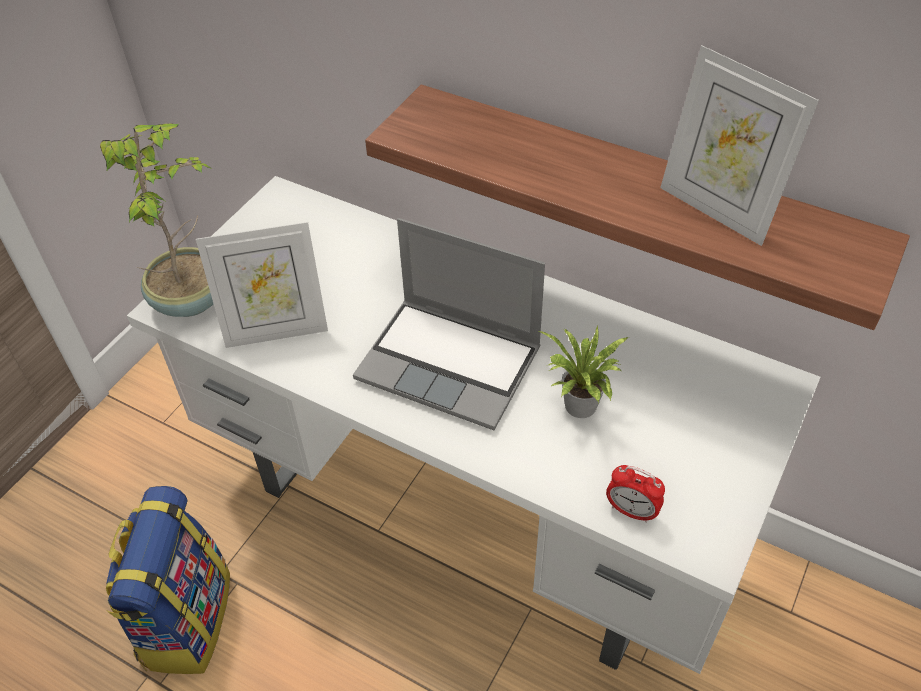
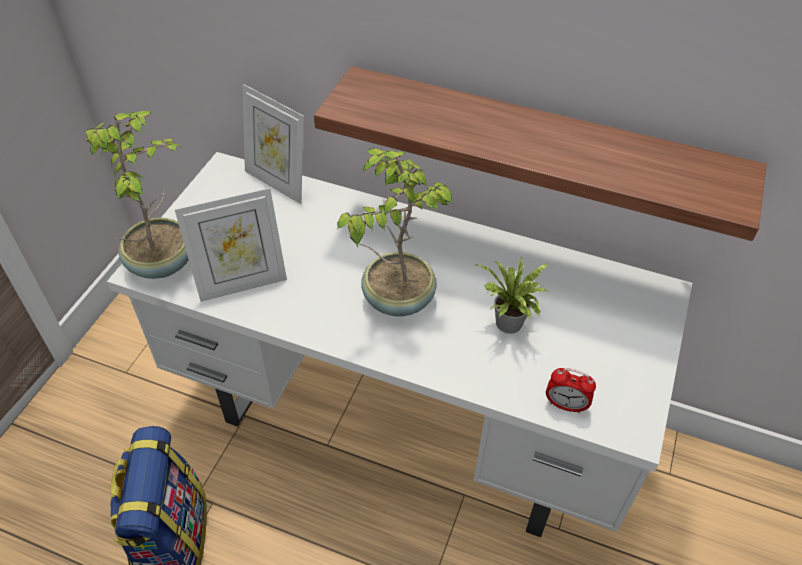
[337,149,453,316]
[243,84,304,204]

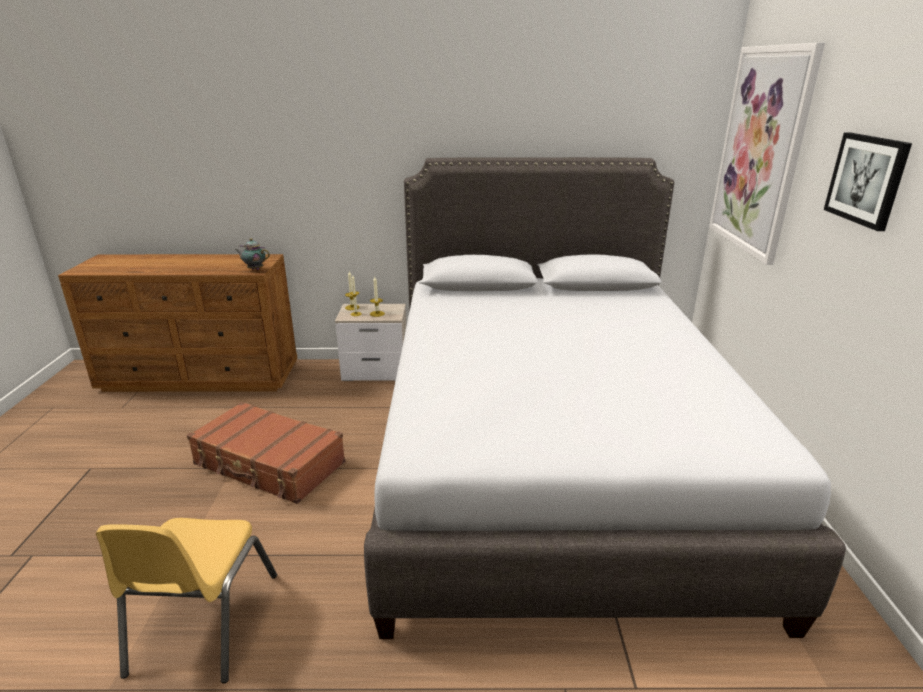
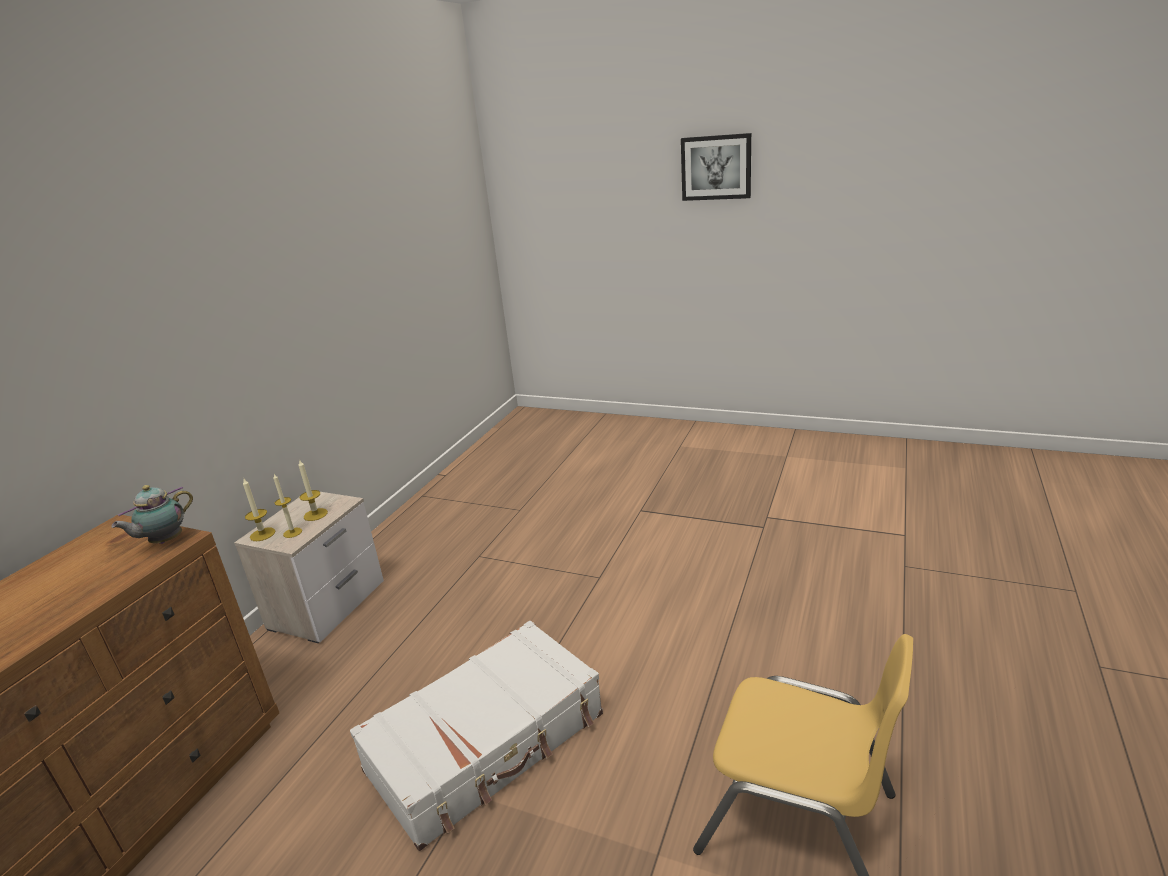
[350,621,603,851]
[364,157,846,639] (first image)
[709,43,825,265] (first image)

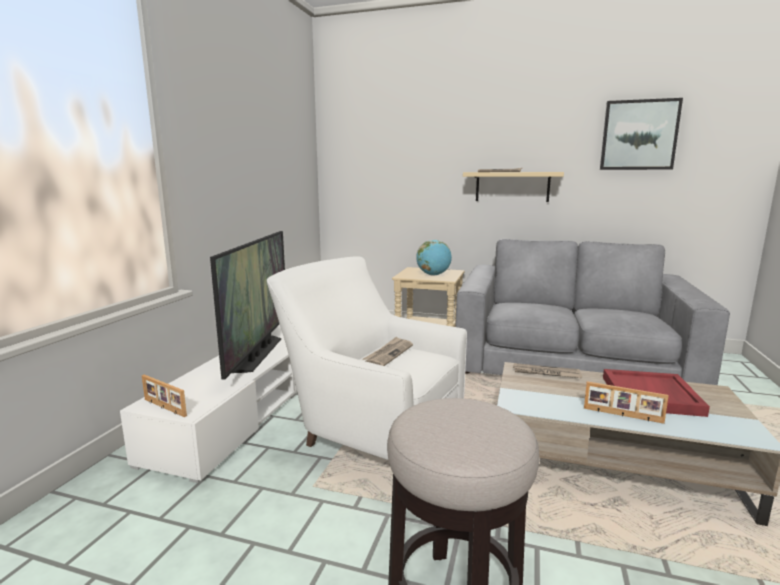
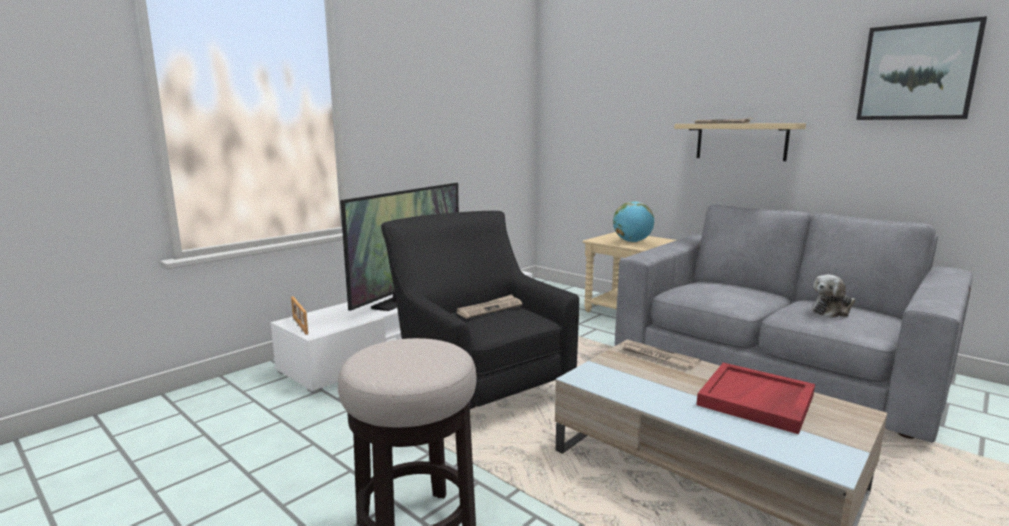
[381,211,579,409]
[584,381,669,424] (first image)
[812,274,855,318]

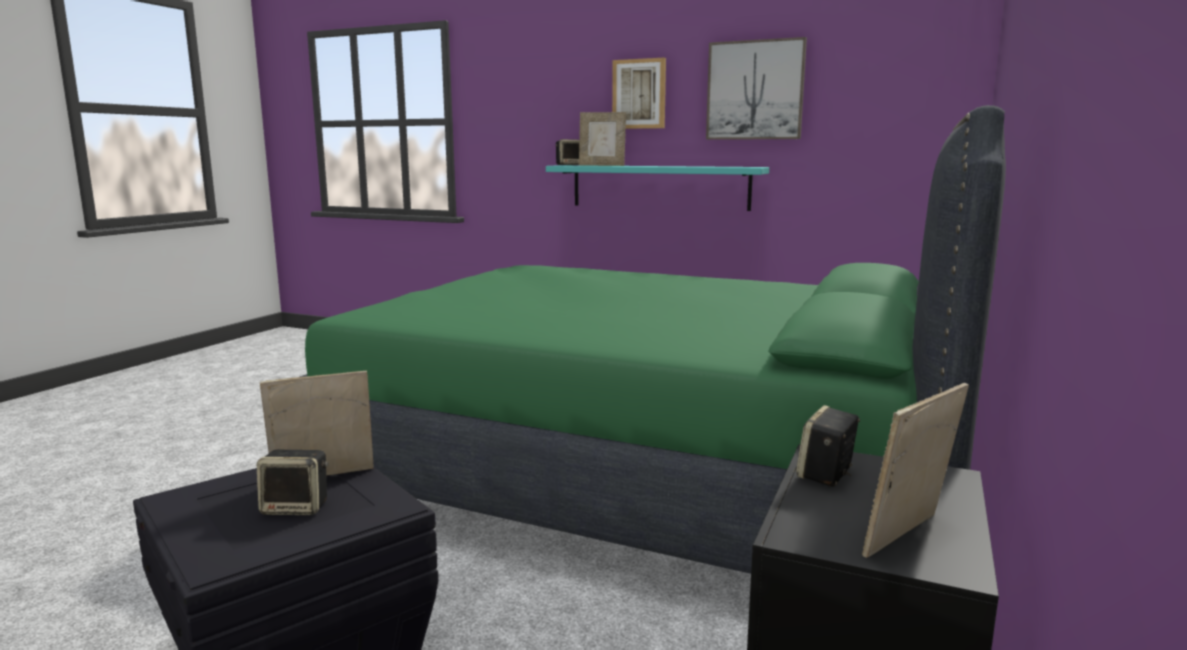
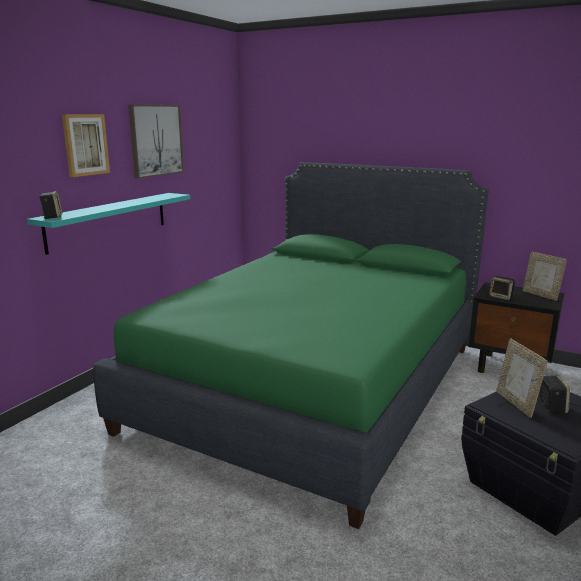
[579,112,626,166] (first image)

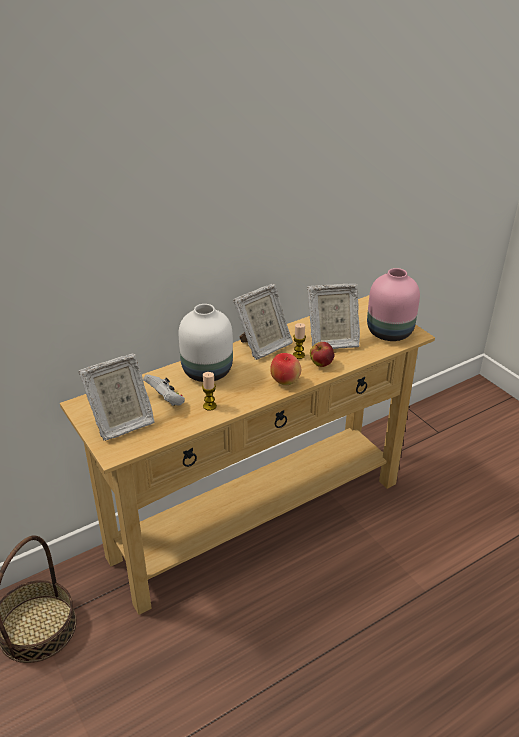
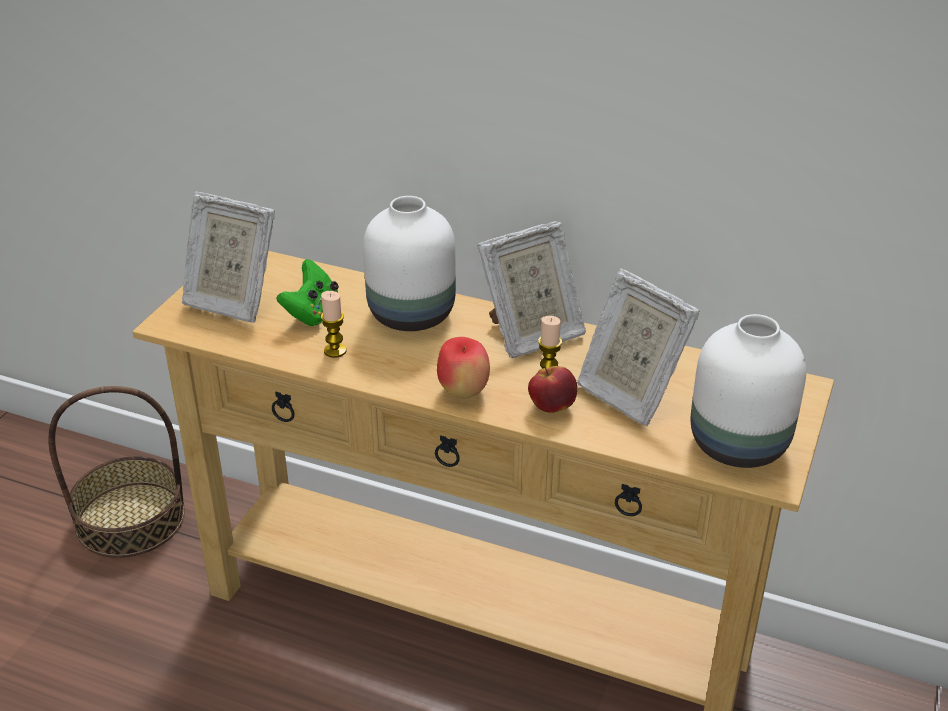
[277,259,339,326]
[477,221,586,358]
[691,314,806,468]

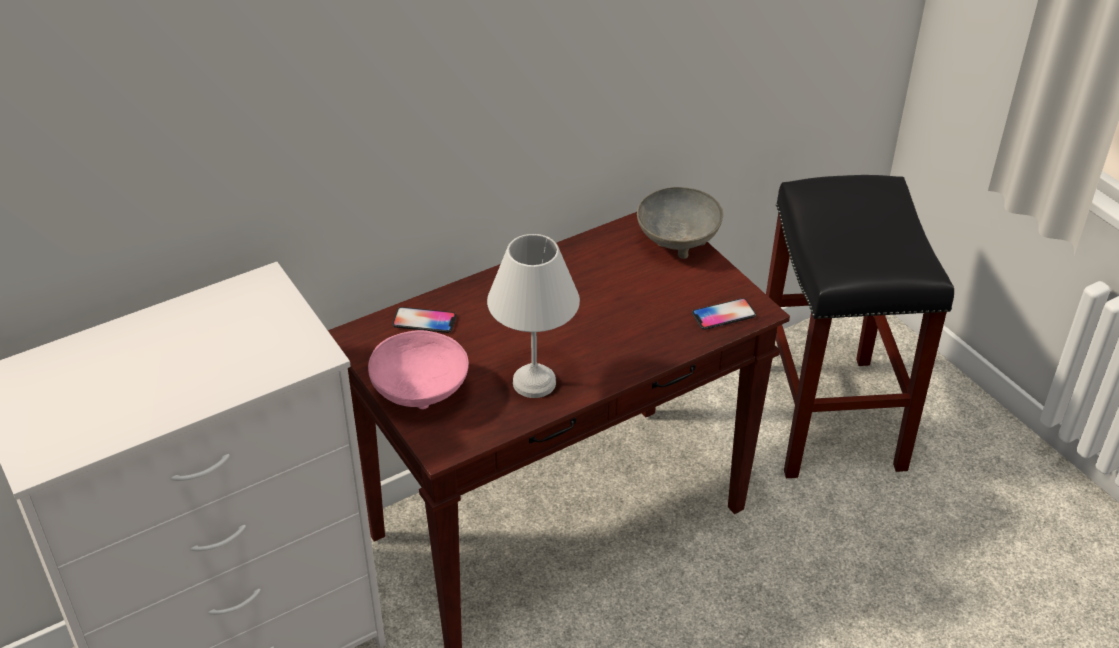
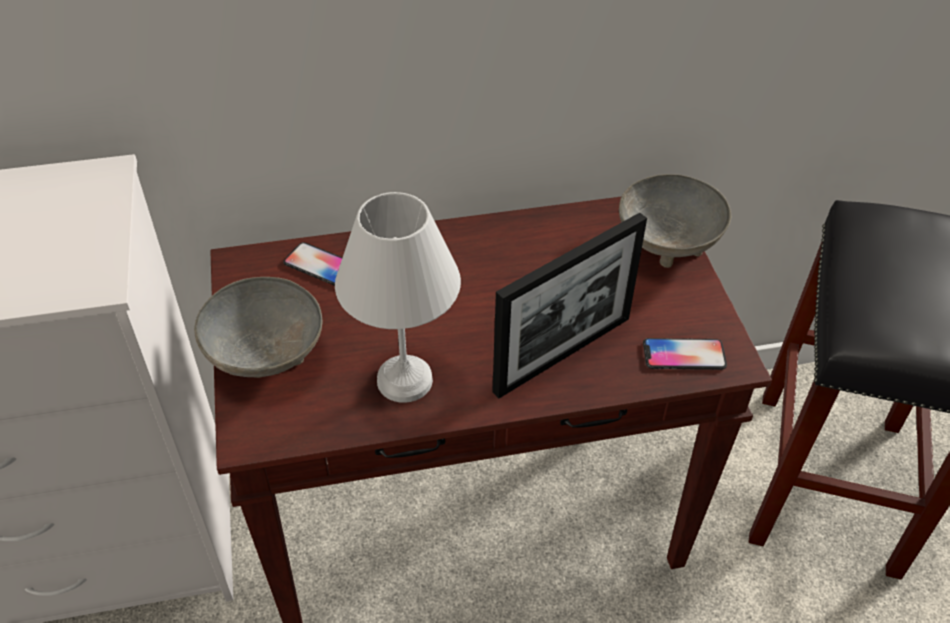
[194,277,322,378]
[492,213,647,398]

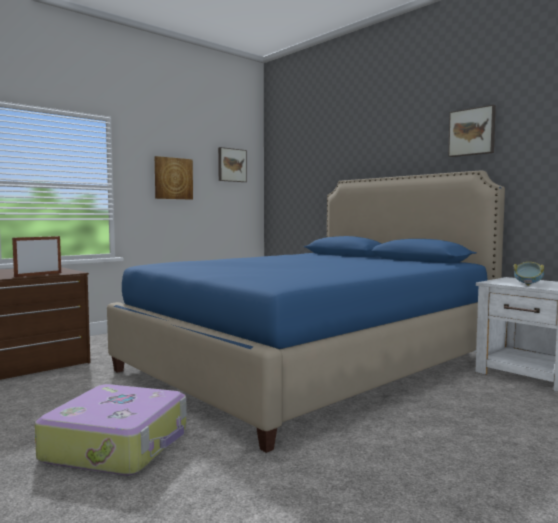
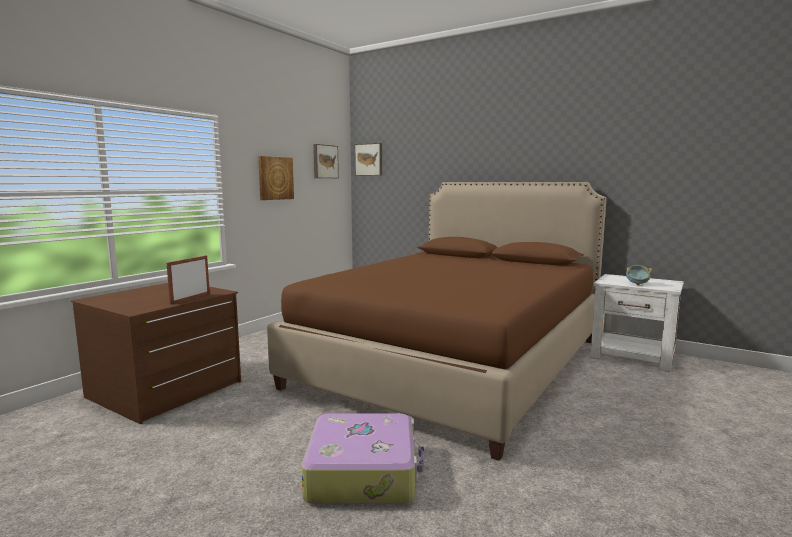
[267,182,606,461]
[355,143,382,176]

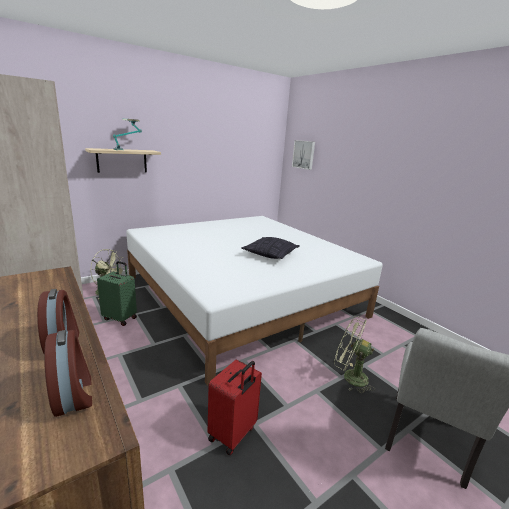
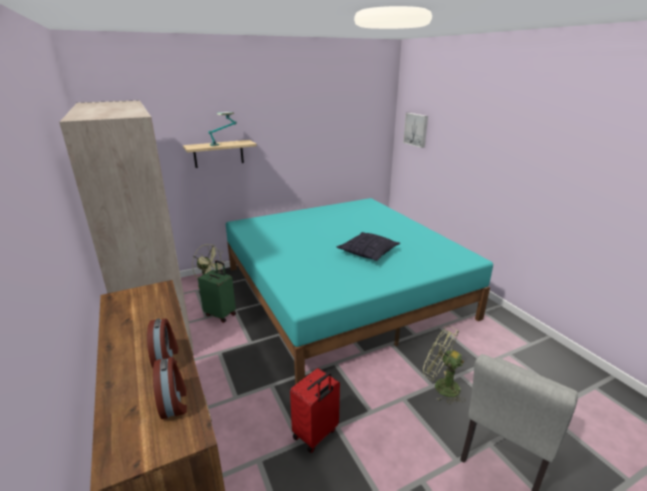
[226,198,493,384]

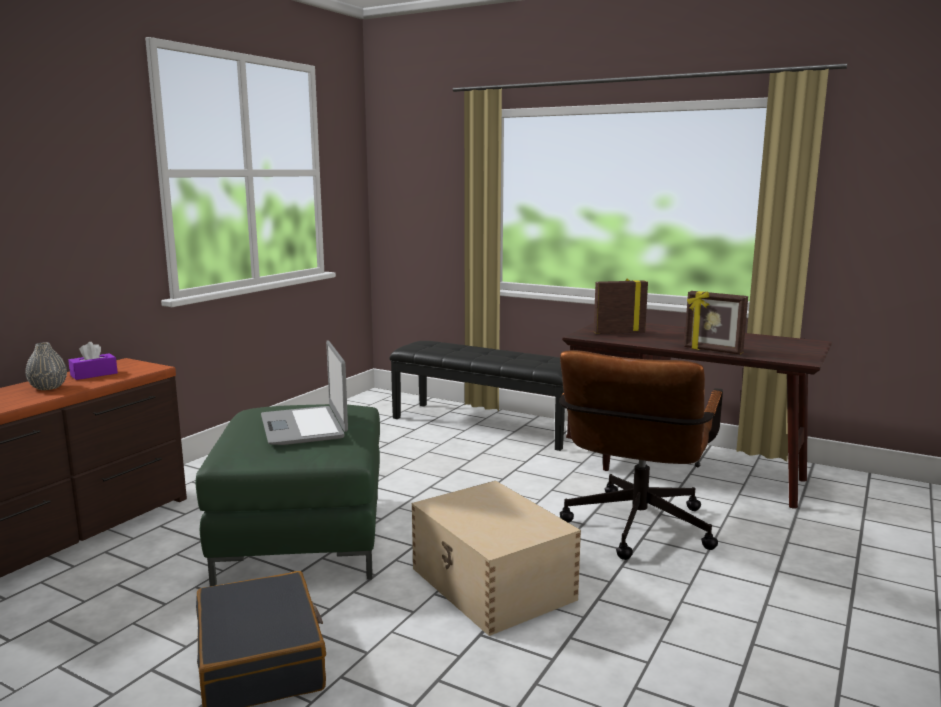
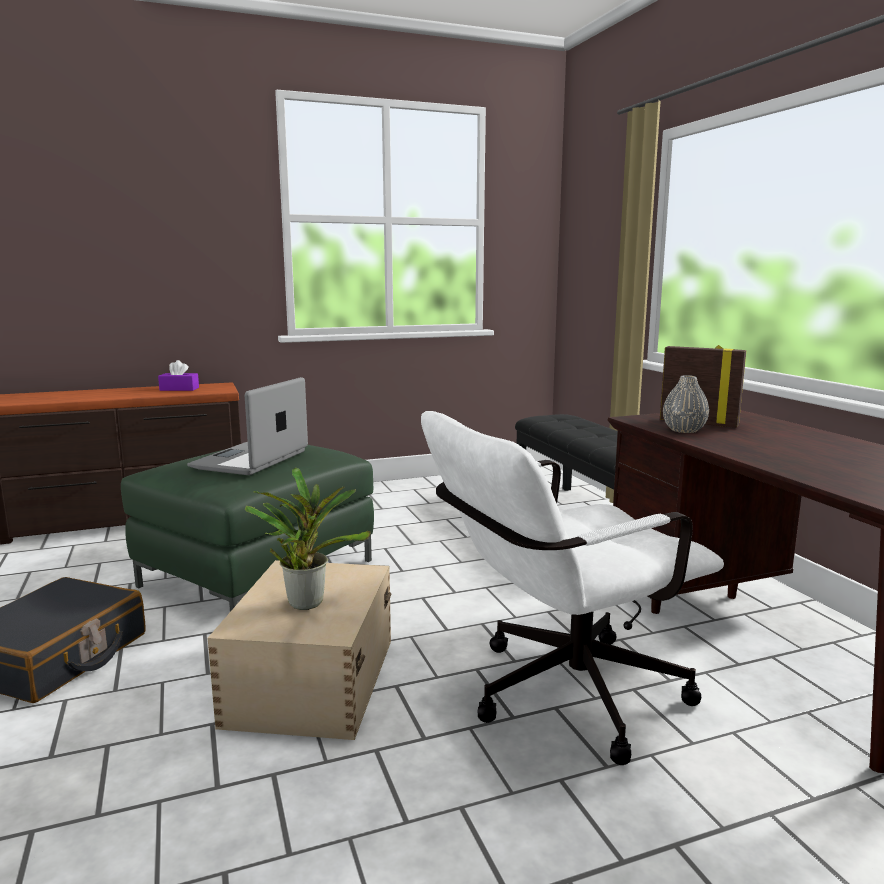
[663,375,709,433]
[421,411,724,765]
[684,291,748,355] (first image)
[245,468,371,610]

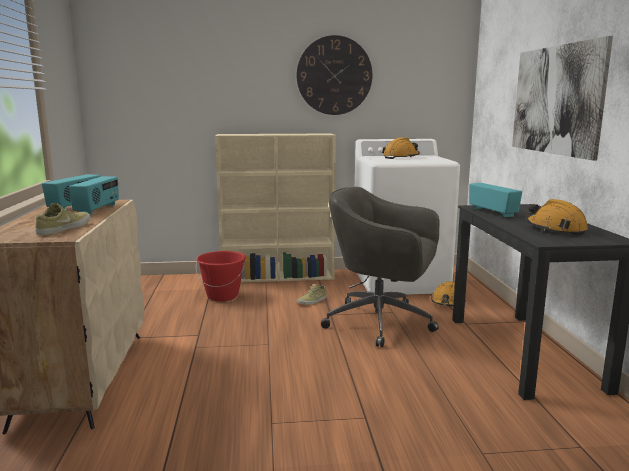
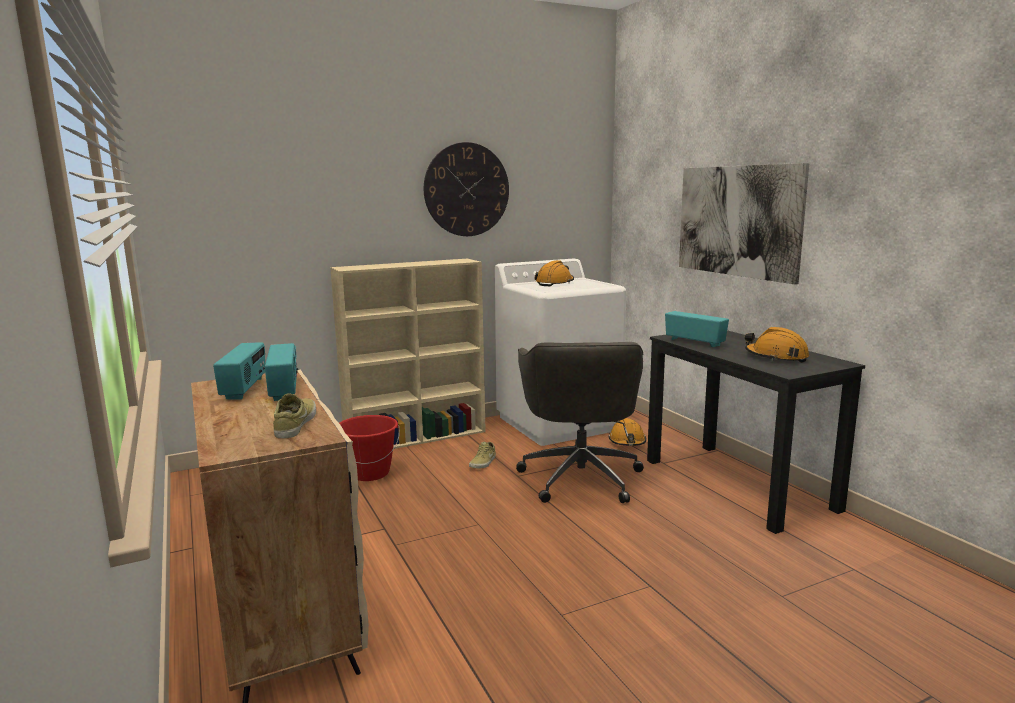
[516,342,644,503]

